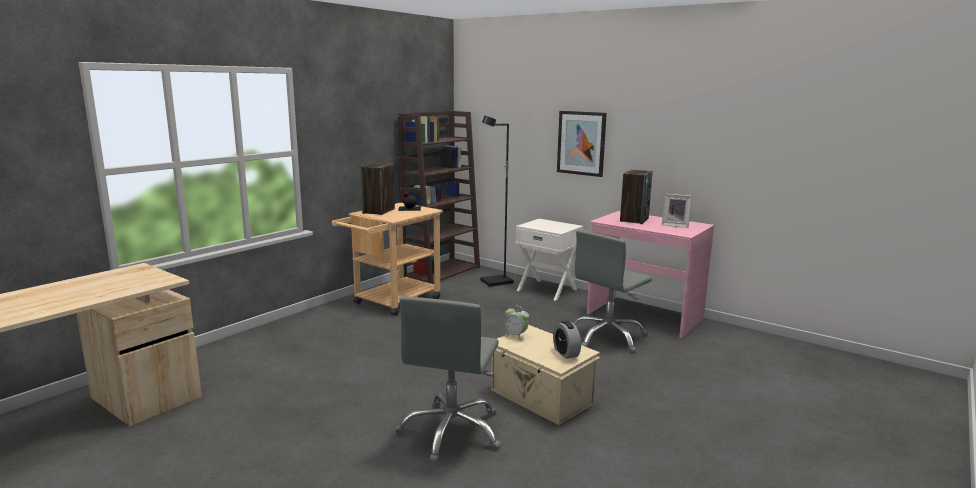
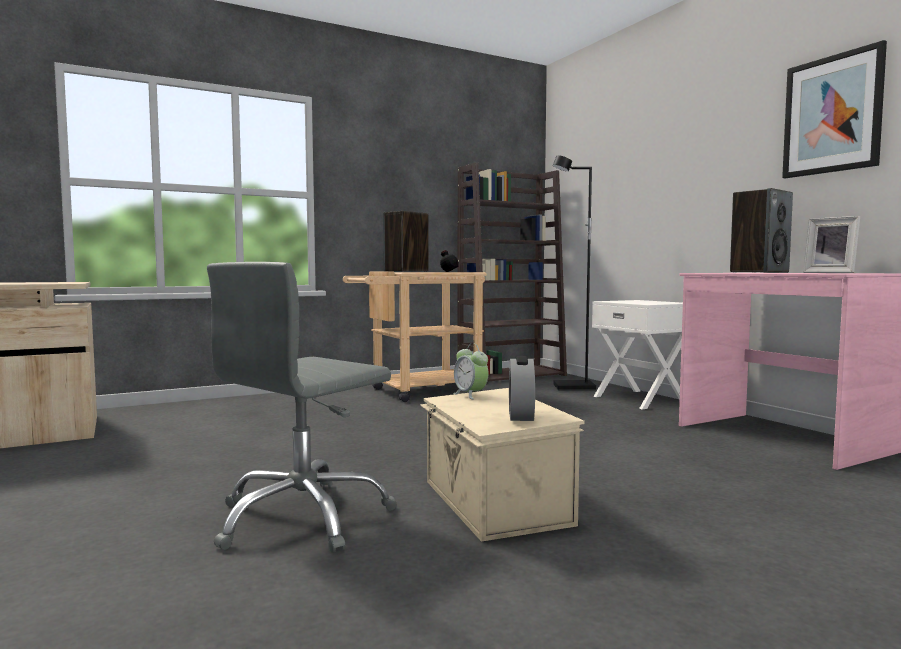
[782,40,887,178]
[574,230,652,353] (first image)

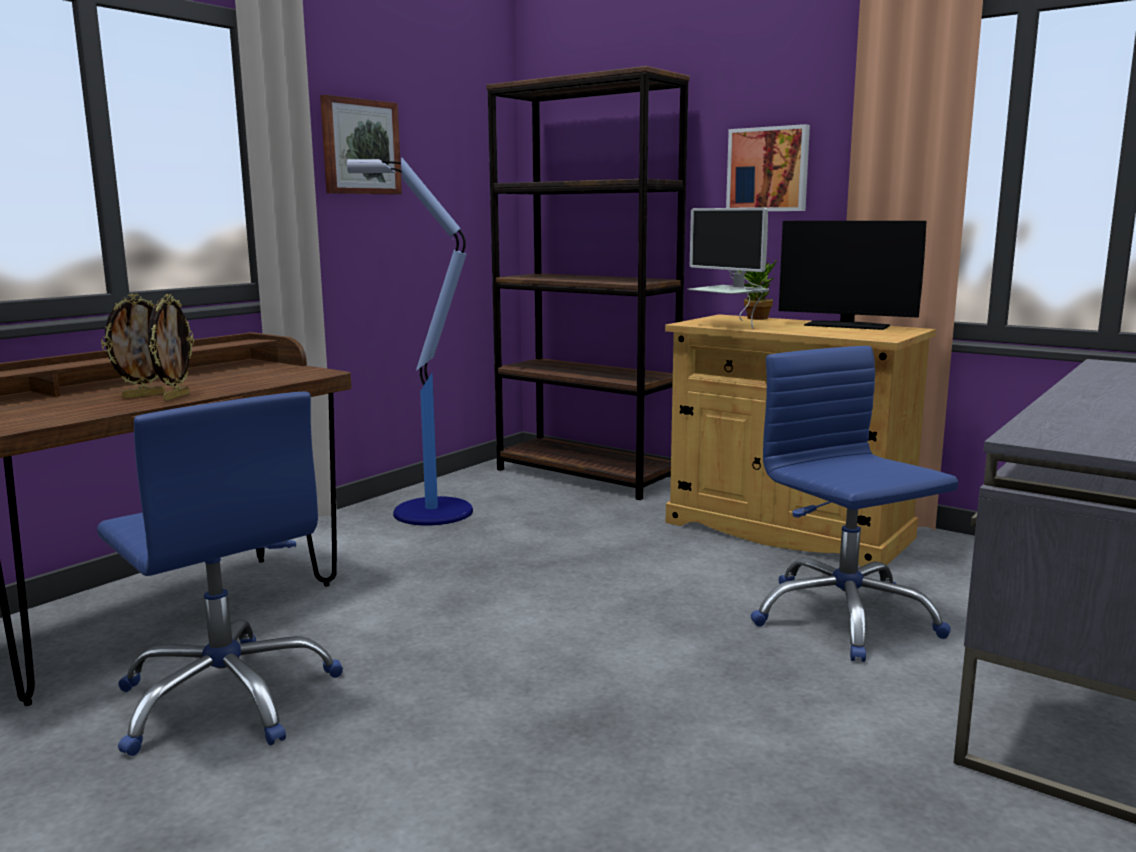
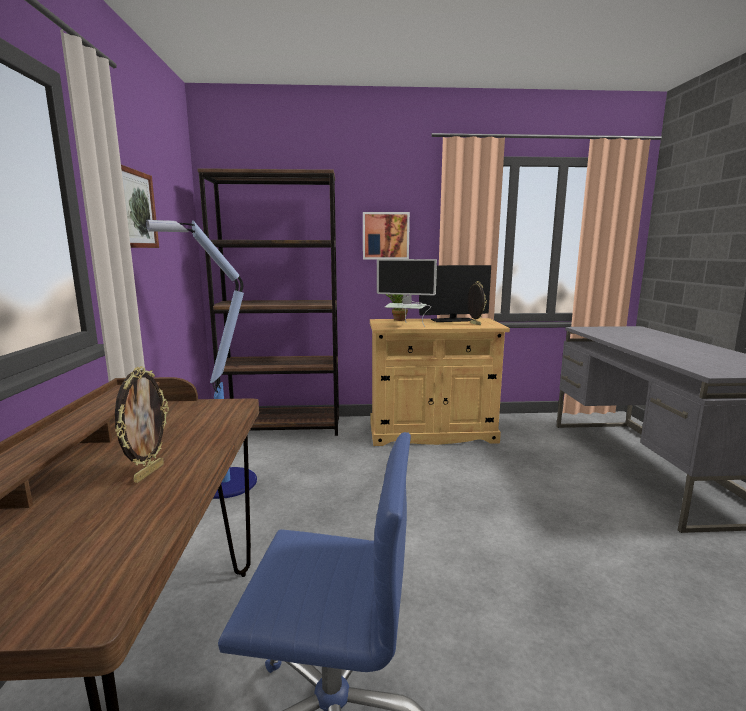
[468,281,487,325]
[751,346,958,662] (first image)

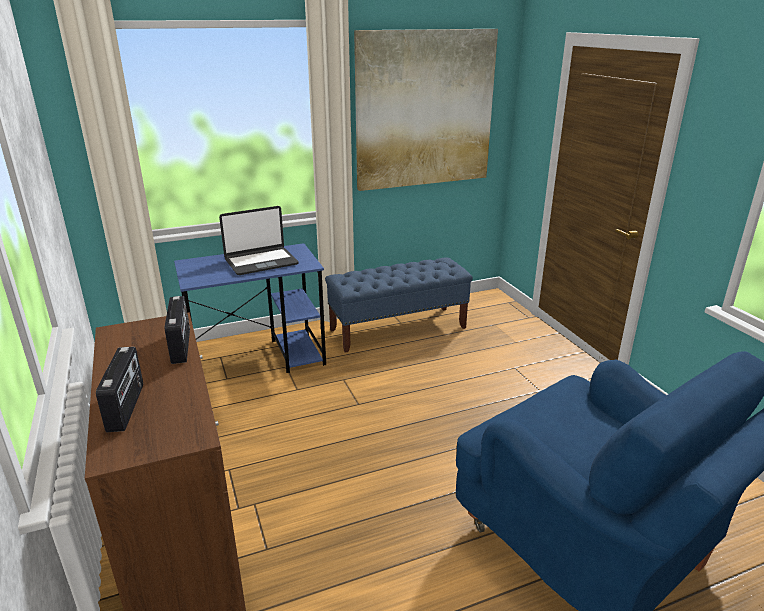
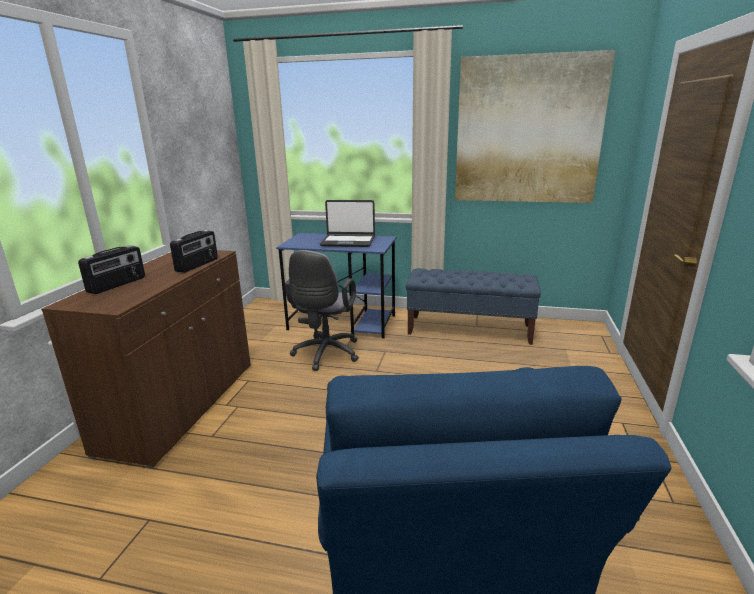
[285,250,359,371]

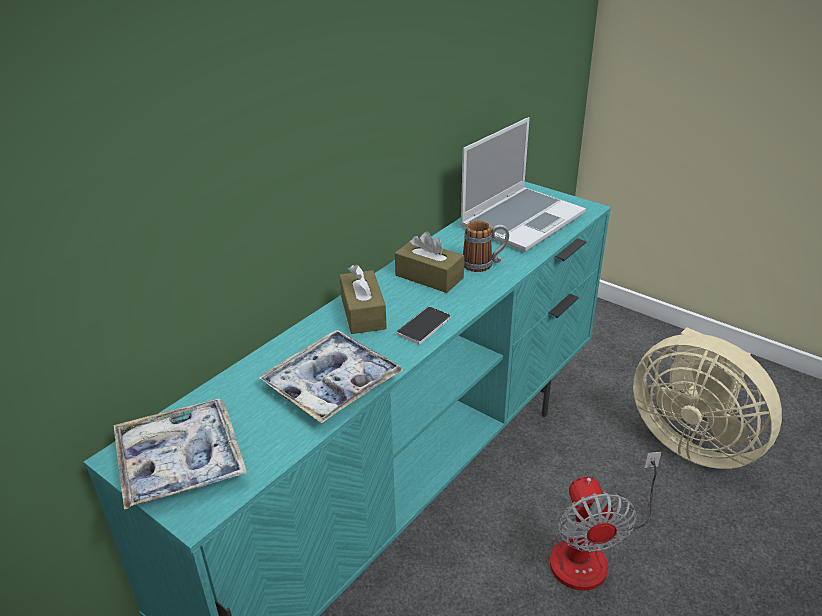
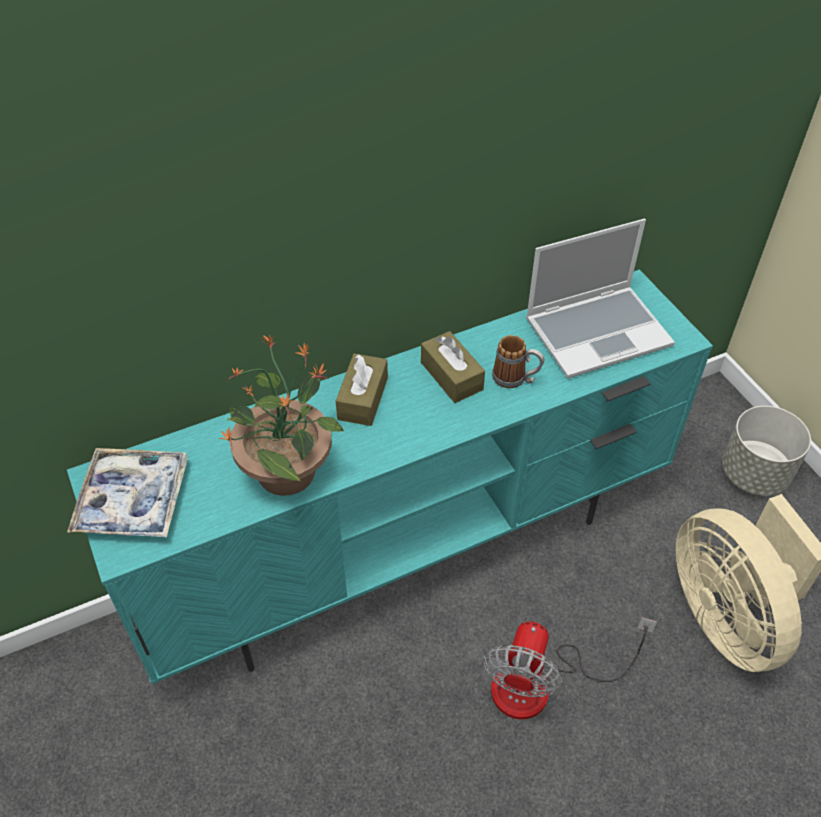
[219,335,344,496]
[397,306,451,345] (first image)
[722,406,811,496]

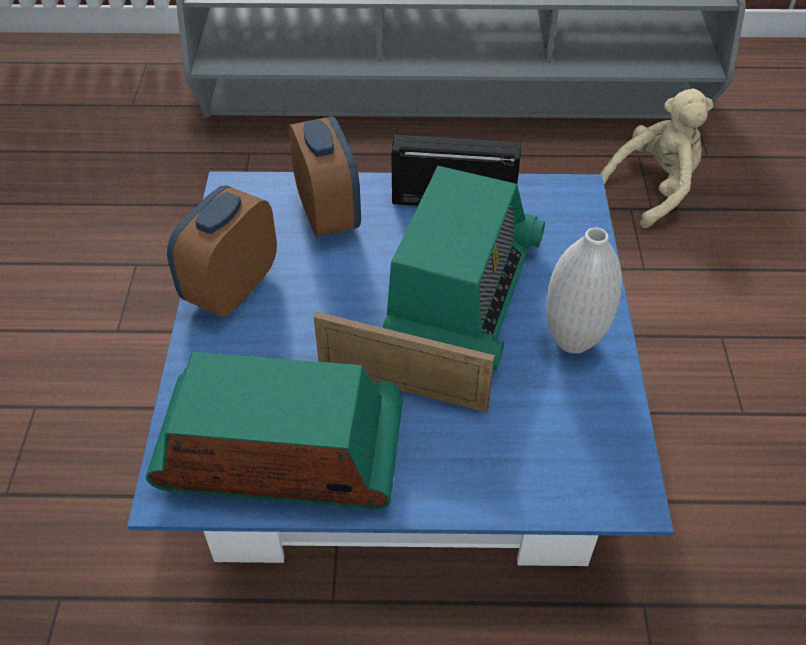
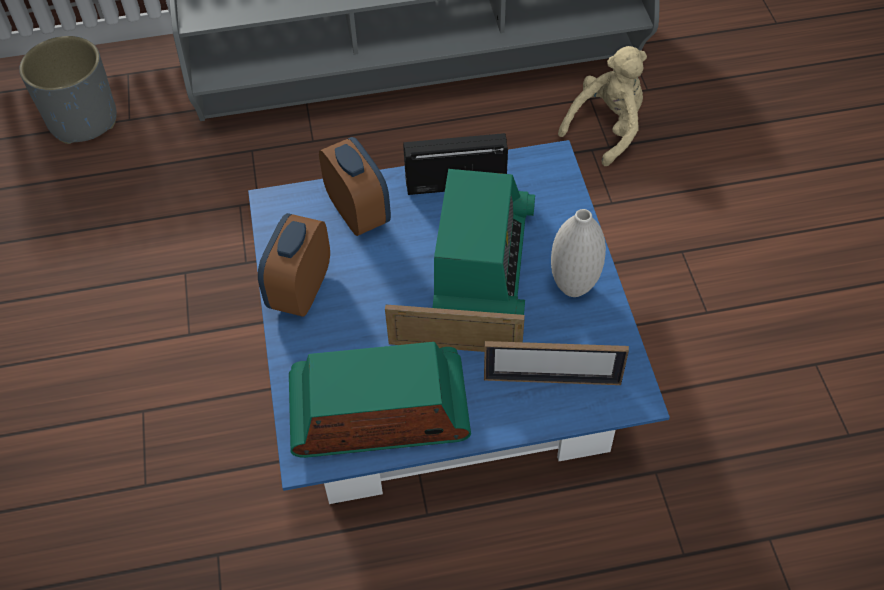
[19,36,117,144]
[484,341,629,385]

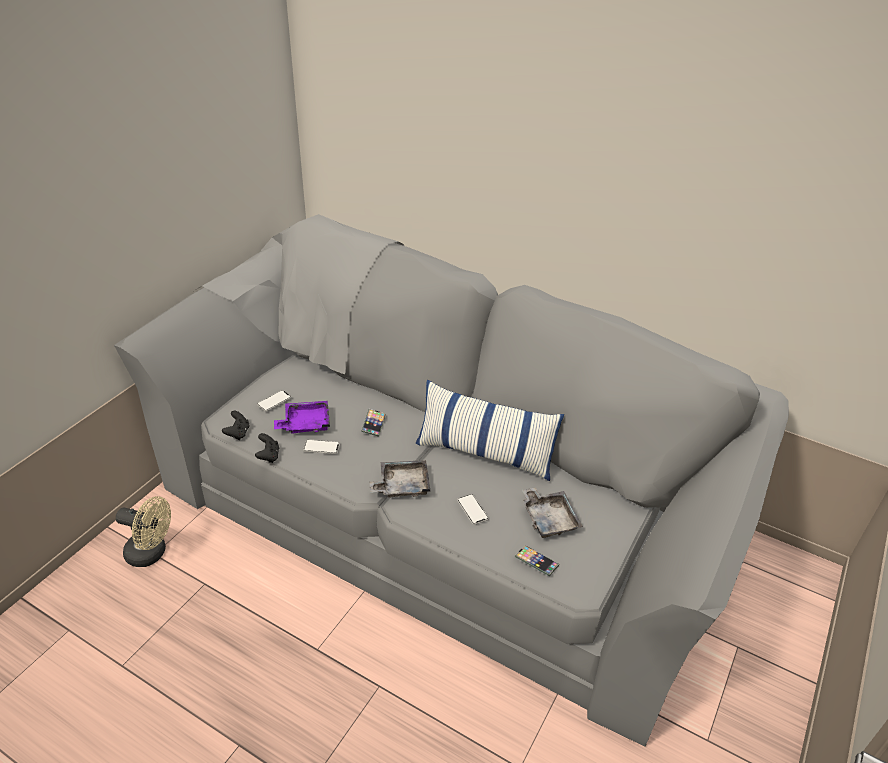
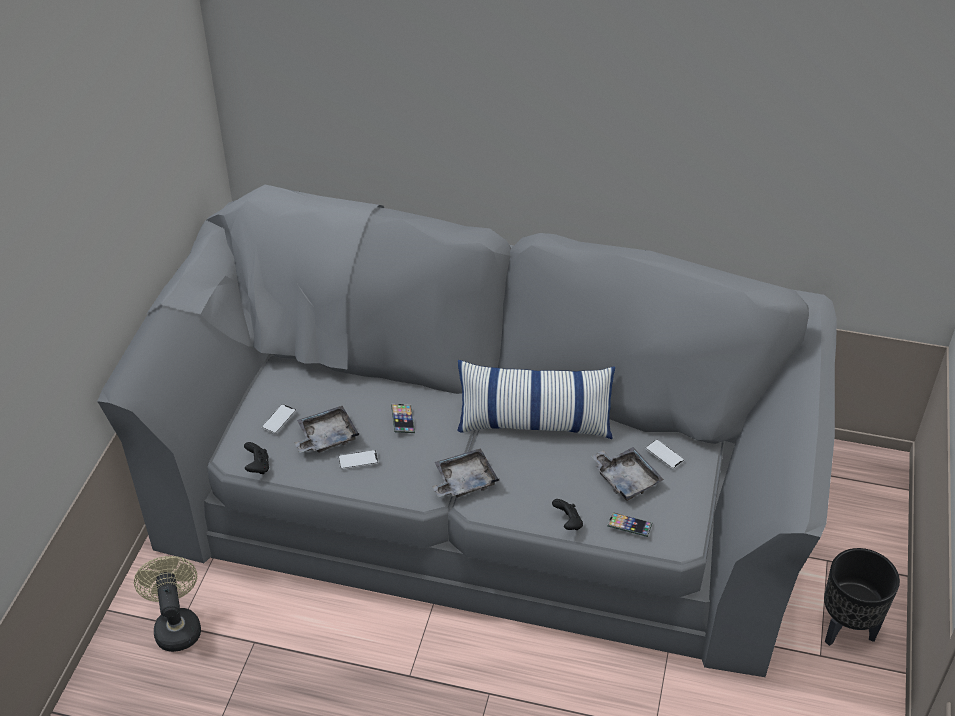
[134,556,201,652]
[552,499,583,530]
[294,406,359,453]
[645,439,685,469]
[824,548,900,646]

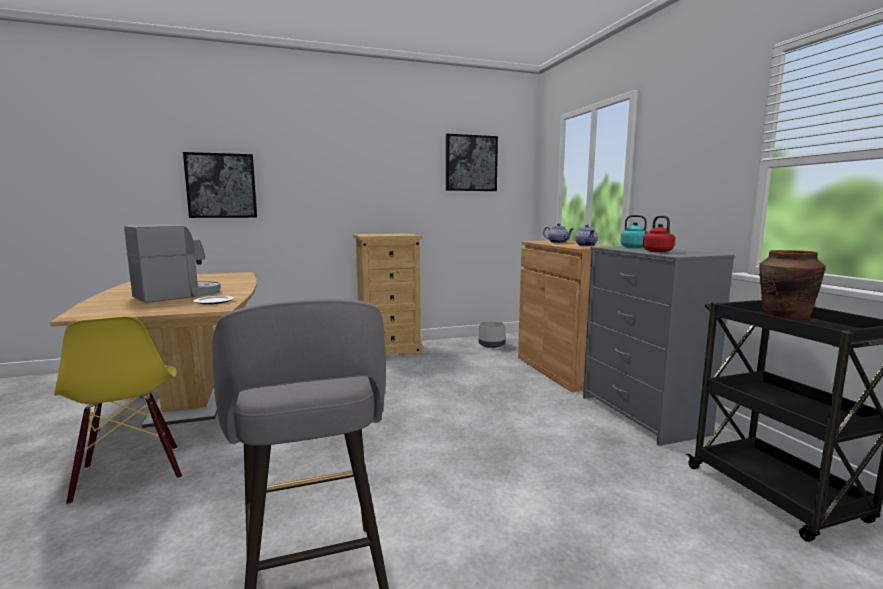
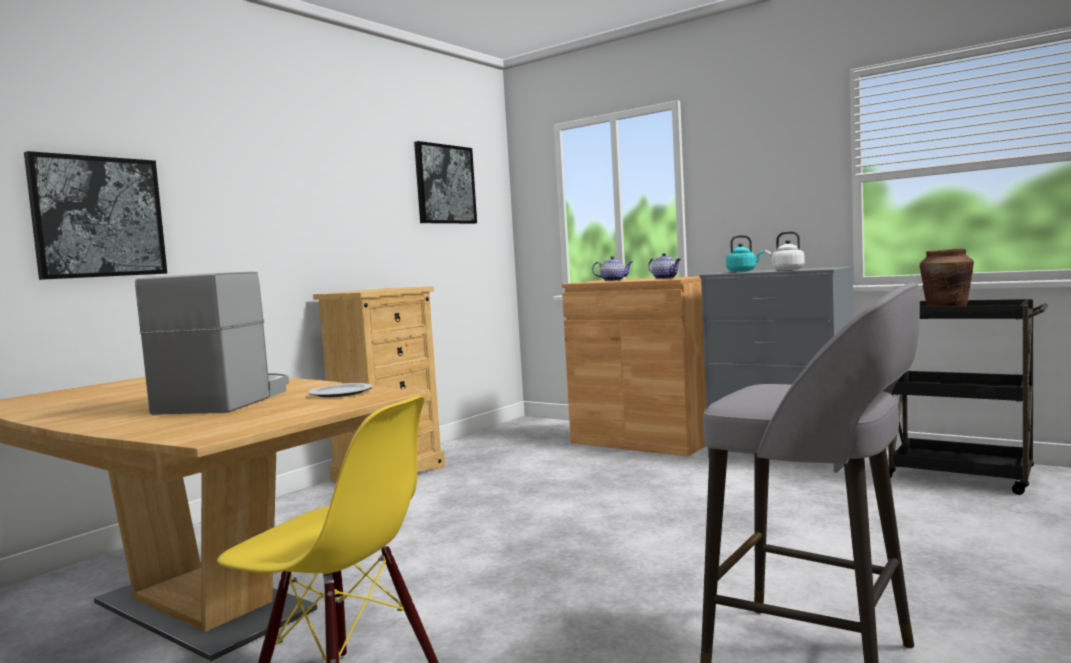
[479,321,506,348] (first image)
[765,231,805,270]

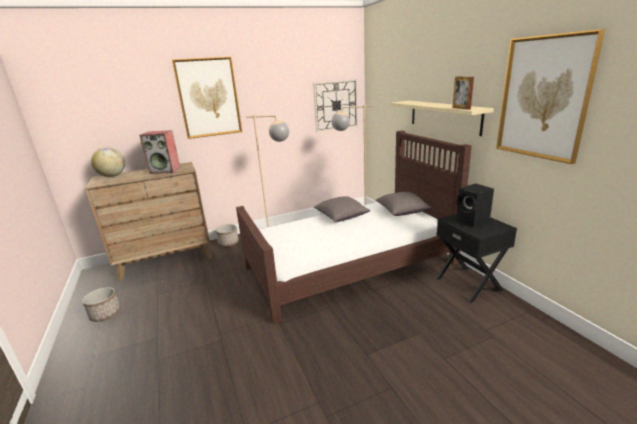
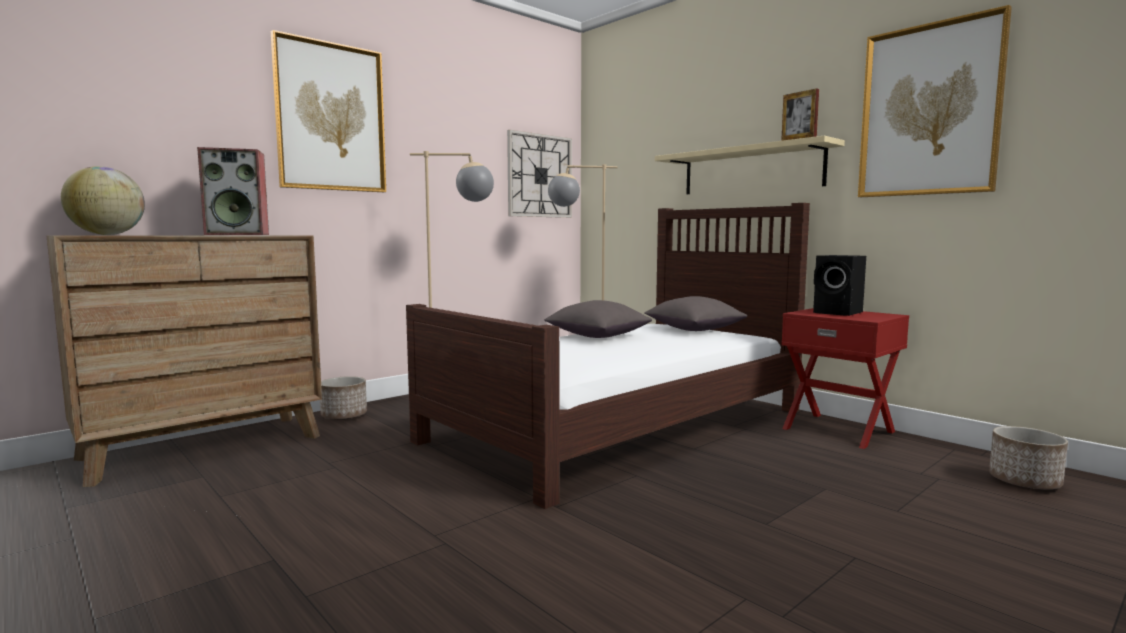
[989,426,1068,490]
[781,308,909,449]

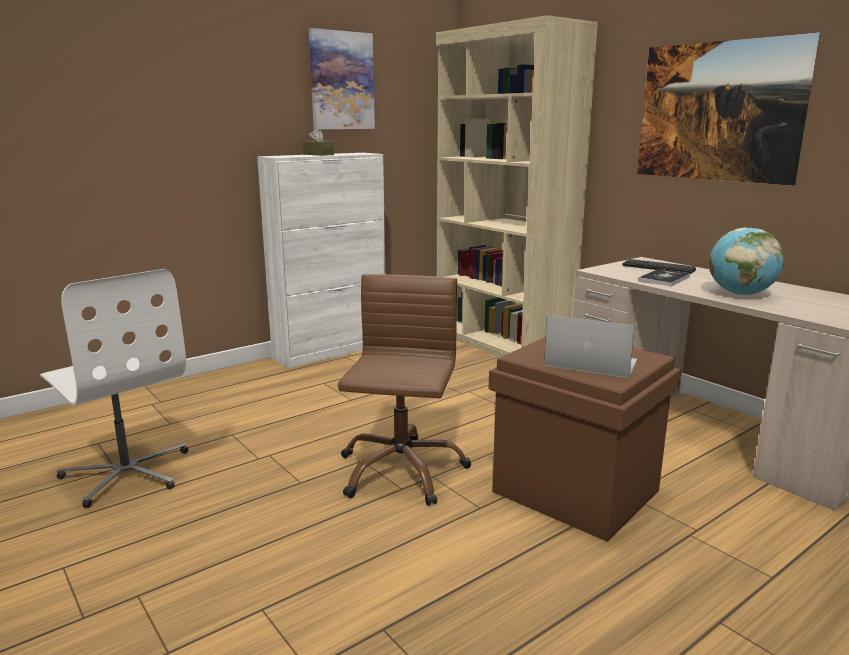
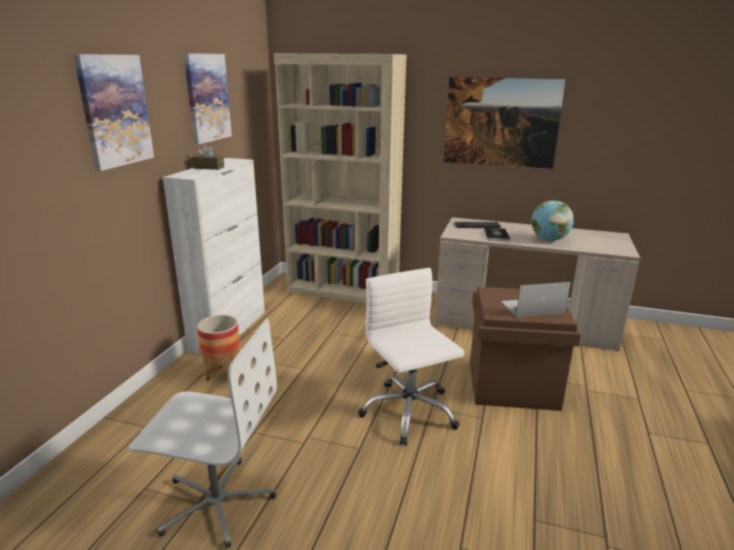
[358,268,464,446]
[73,54,154,171]
[197,315,240,381]

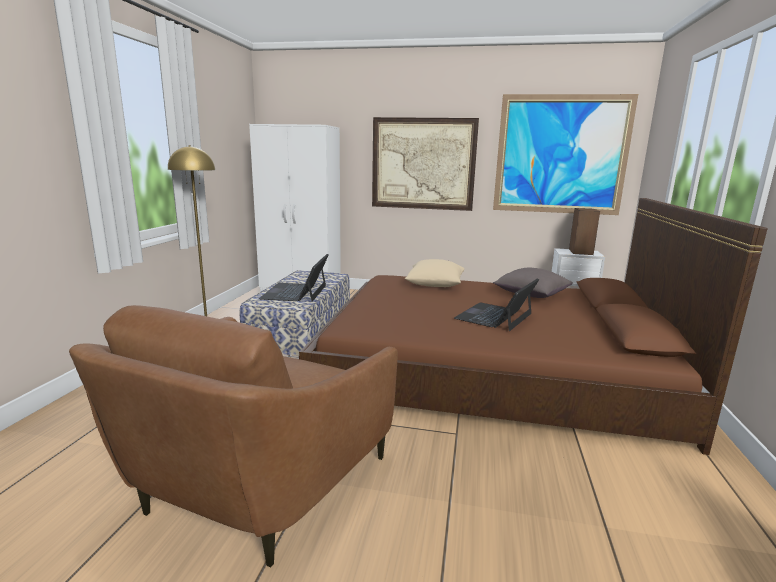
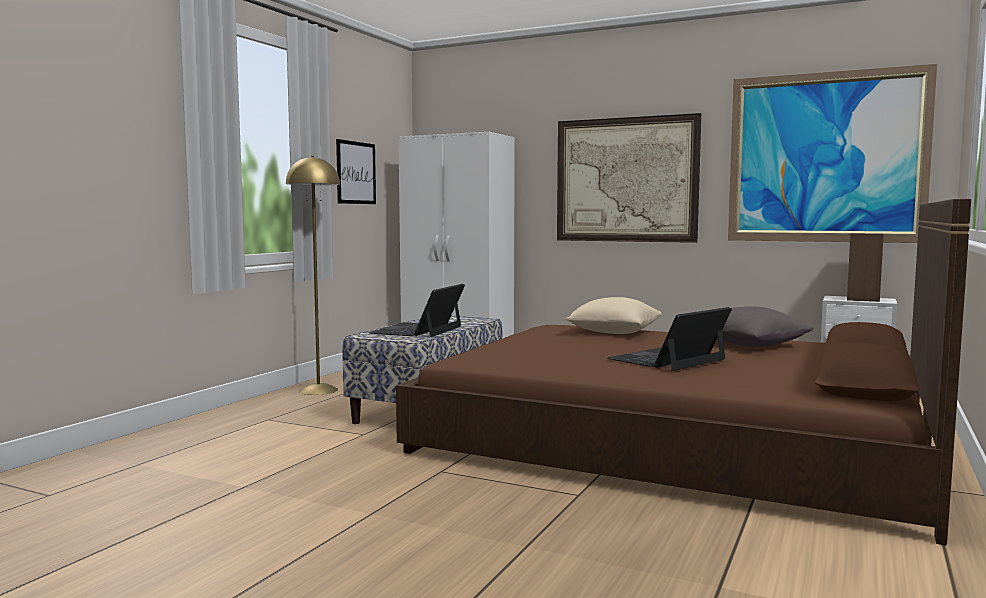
[69,305,398,567] (first image)
[336,139,376,204]

